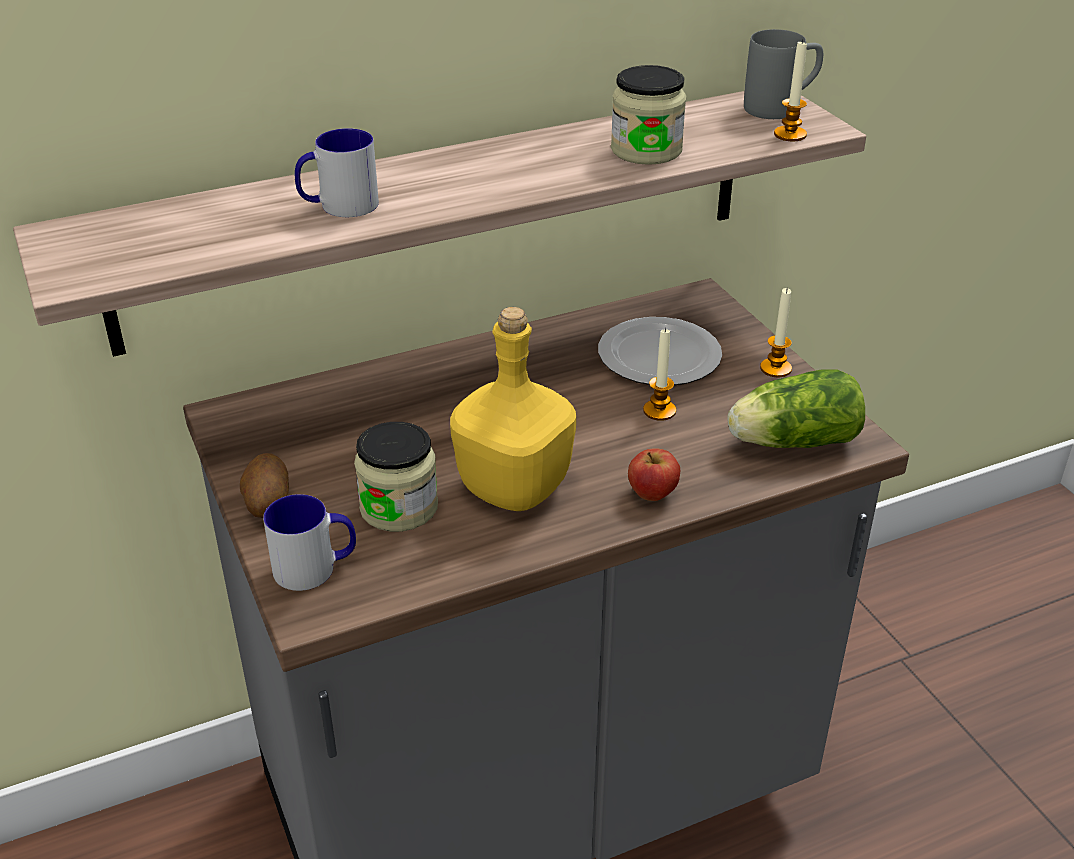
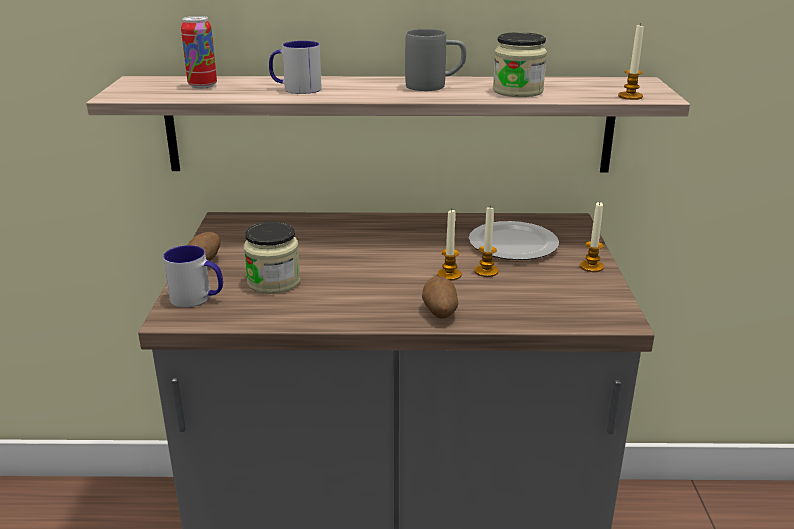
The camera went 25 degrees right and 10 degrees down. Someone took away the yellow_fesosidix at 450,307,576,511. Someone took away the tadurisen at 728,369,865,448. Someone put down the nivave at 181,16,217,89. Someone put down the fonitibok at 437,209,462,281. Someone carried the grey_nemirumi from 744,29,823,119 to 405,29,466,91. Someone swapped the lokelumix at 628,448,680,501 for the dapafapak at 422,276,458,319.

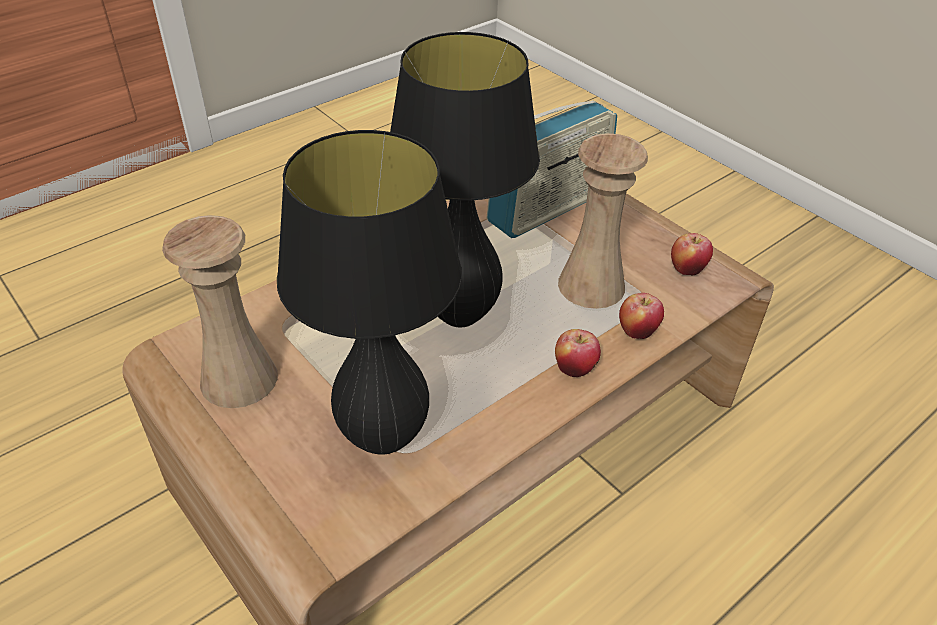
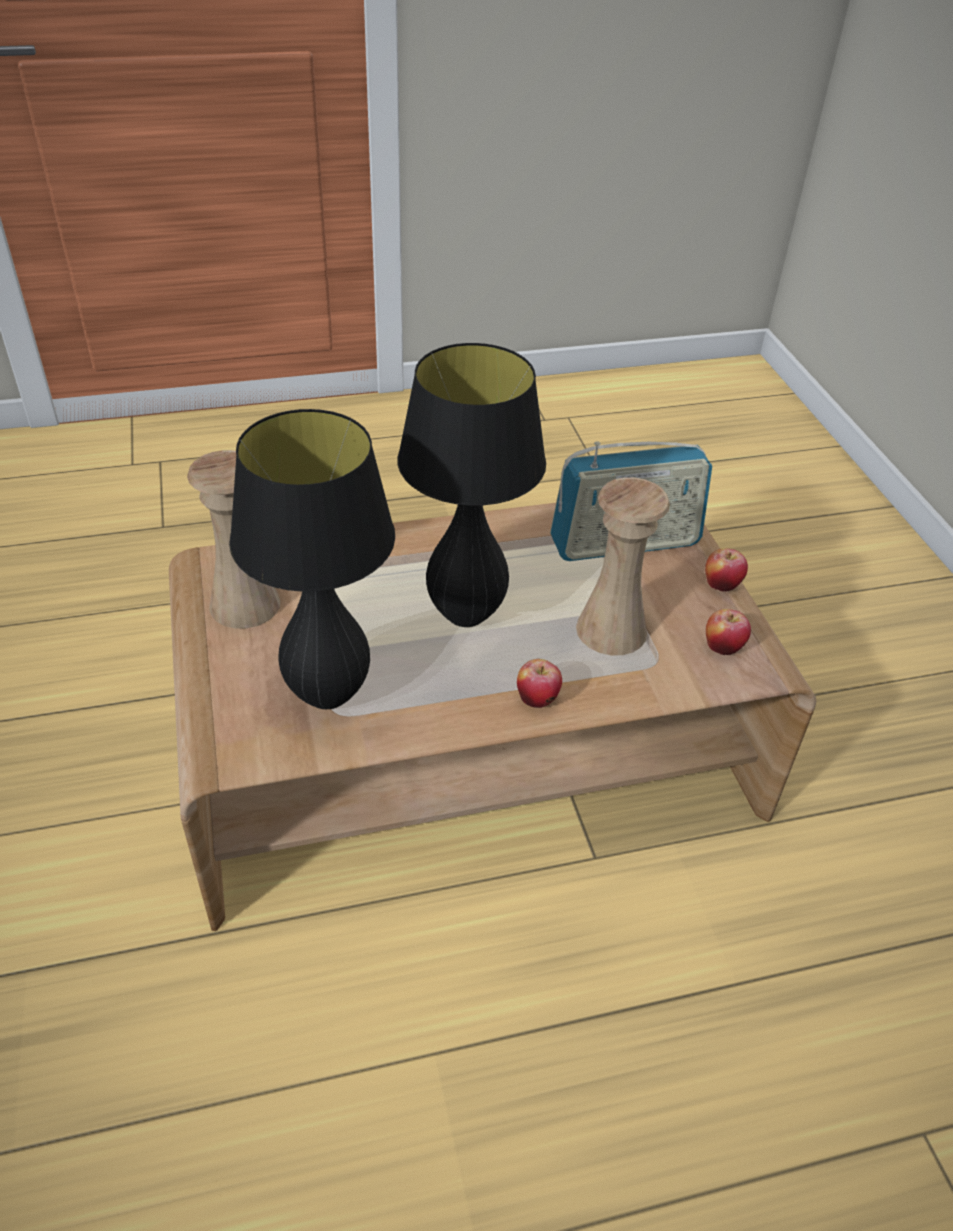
The camera went 25 degrees right and 0 degrees up. Someone carried the lokelumix from 619,293,664,339 to 705,548,748,592.

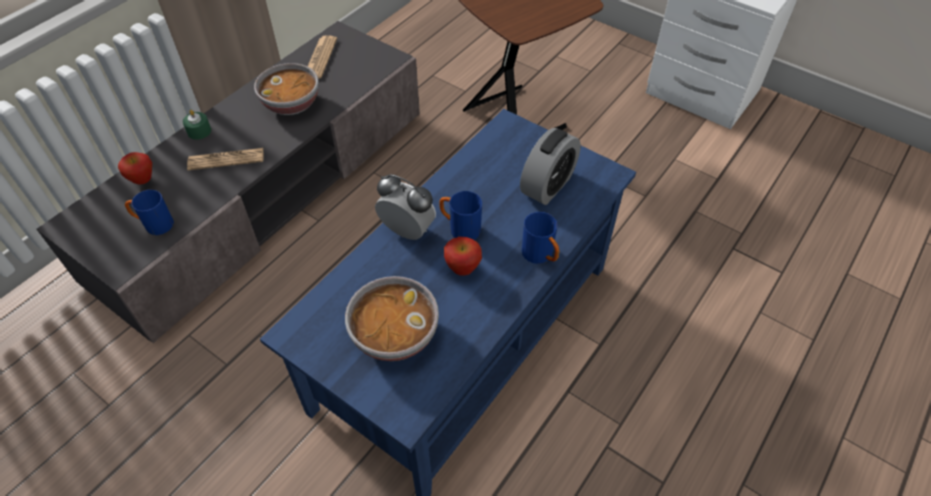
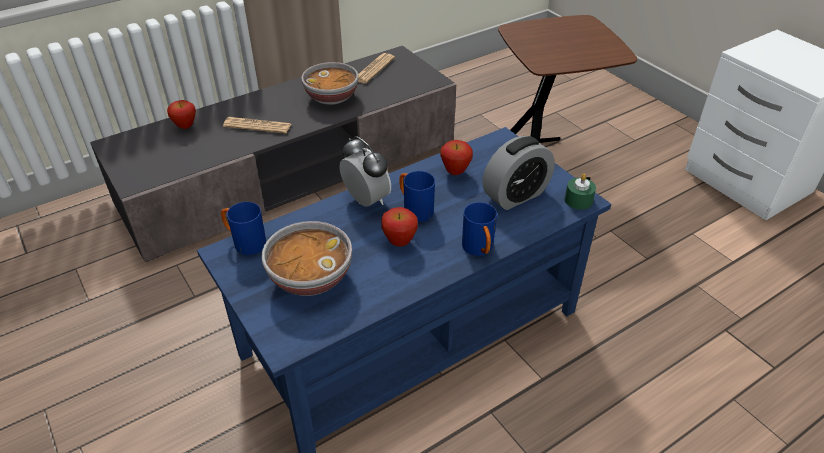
The camera went 20 degrees right and 10 degrees down. Someone put down the lokelumix at 440,140,473,175. Someone carried the blue_nemirumi from 125,190,174,235 to 221,202,266,255. Someone carried the green_fonitibok from 183,110,211,140 to 565,174,596,210.

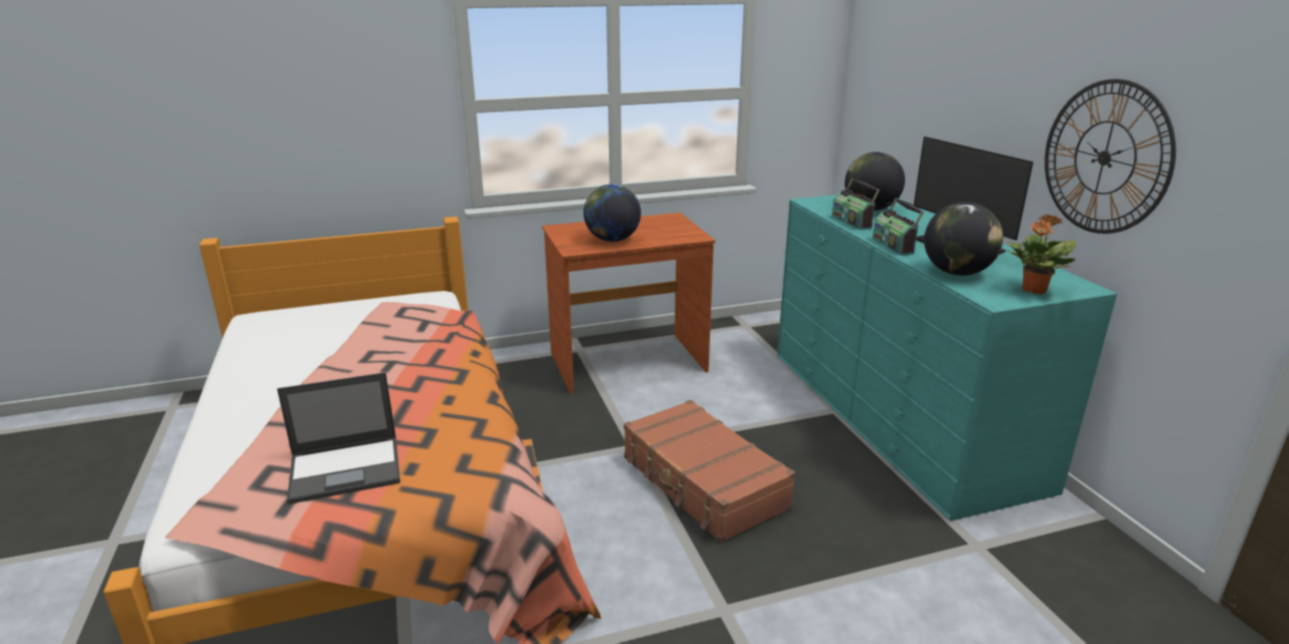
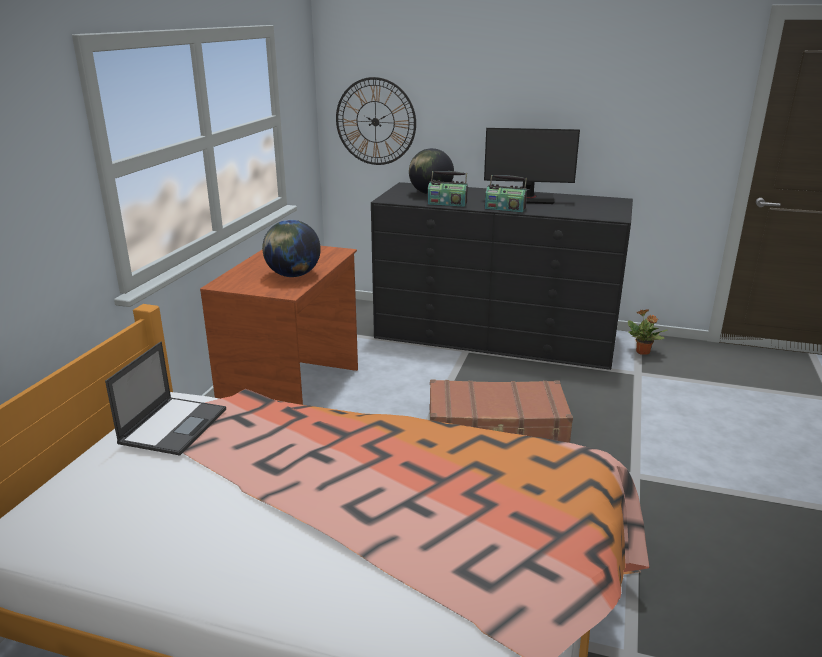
The camera went 55 degrees left and 0 degrees up. Someone took away the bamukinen at 924,202,1003,276. Someone carried the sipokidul from 277,372,400,504 to 105,341,226,455. Someone carried the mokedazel from 1007,214,1077,294 to 628,309,668,355. Someone carried the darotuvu from 1045,79,1176,234 to 336,77,416,165. Someone repainted the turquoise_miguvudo at 777,195,1117,521, which became the black_miguvudo at 371,182,633,370.

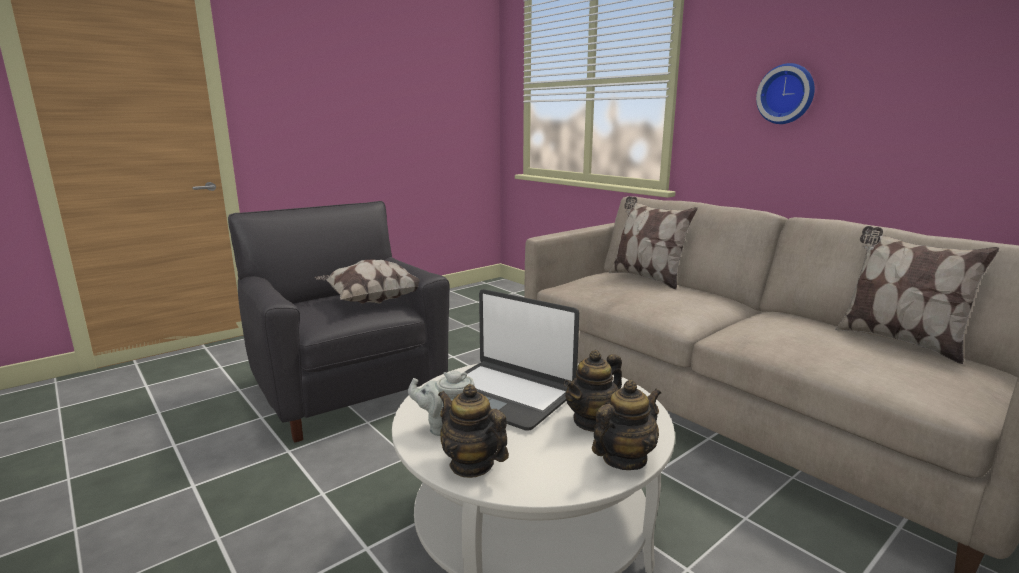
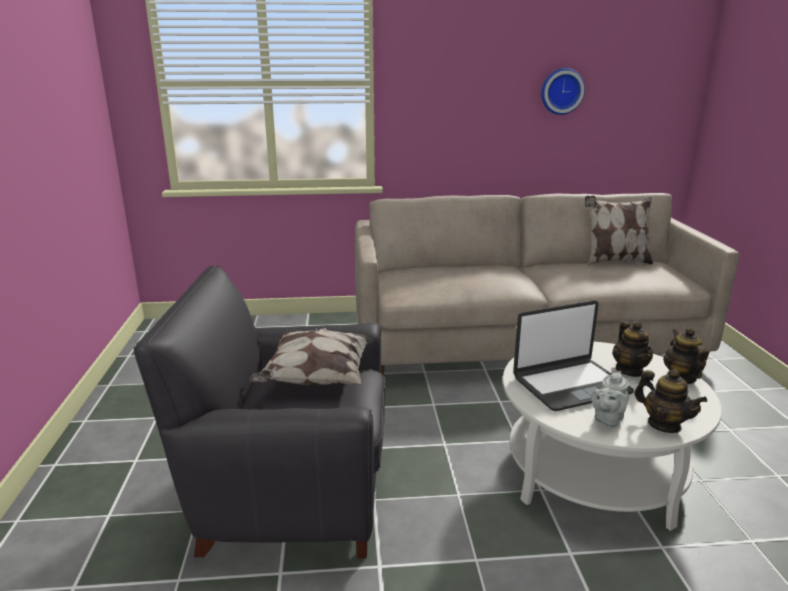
The camera went 55 degrees left and 5 degrees up. Someone took away the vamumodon at 609,196,698,290. Someone carried the darotuvu from 756,63,815,124 to 541,68,585,115. Someone rotated the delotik at 438,384,509,478 by 120 degrees counterclockwise.

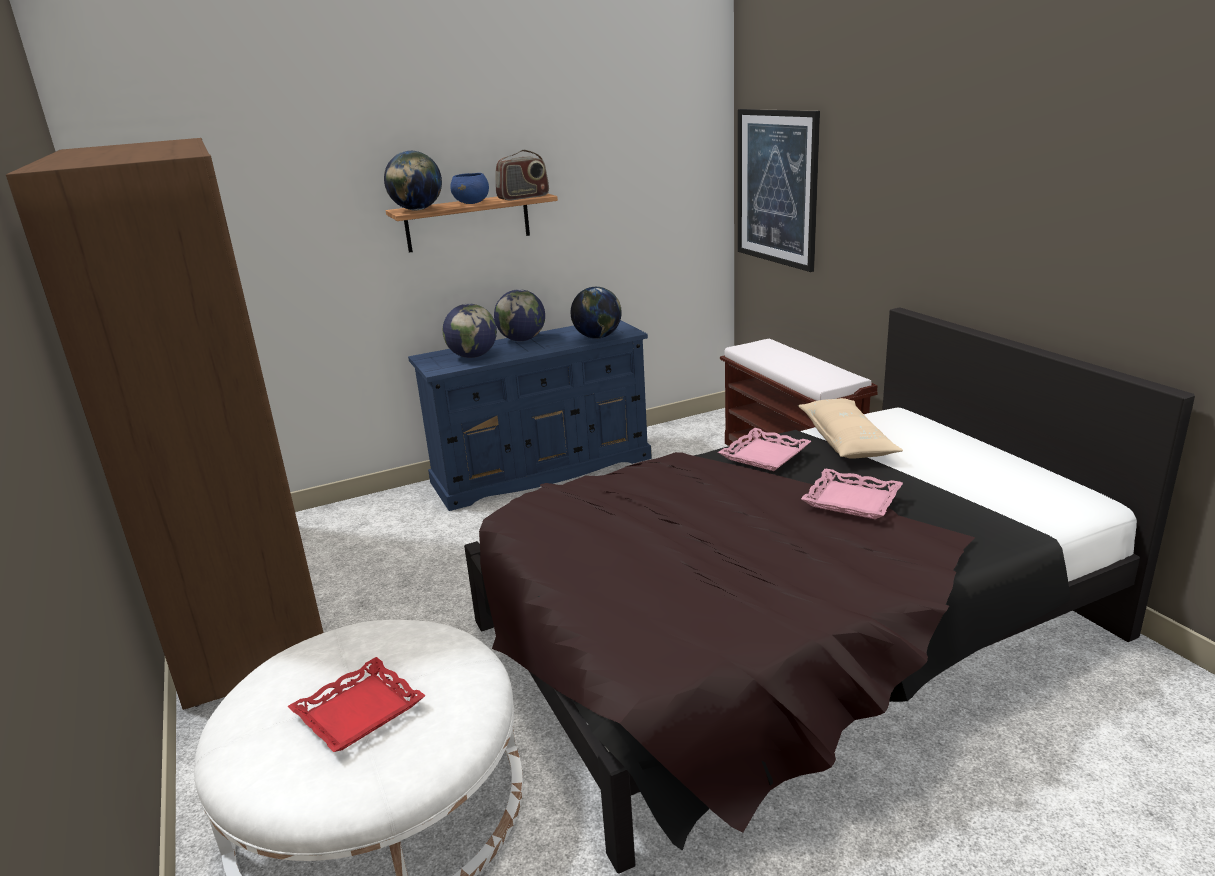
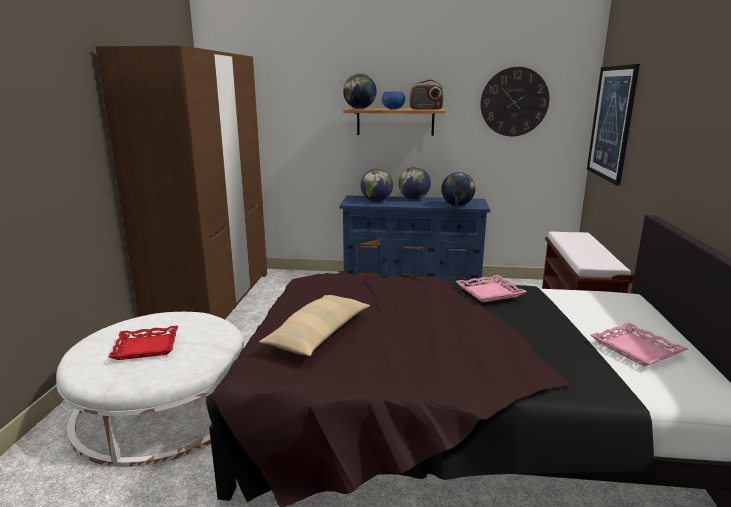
The camera went 30 degrees right and 5 degrees down. Someone put up the darotuvu at 480,67,549,136. Someone carried the beige_vamumodon from 798,398,903,459 to 259,295,370,356. Someone carried the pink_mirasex from 801,469,903,519 to 591,322,688,367.

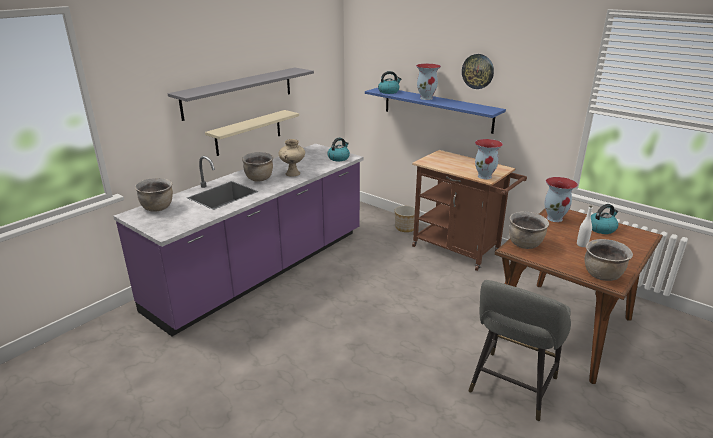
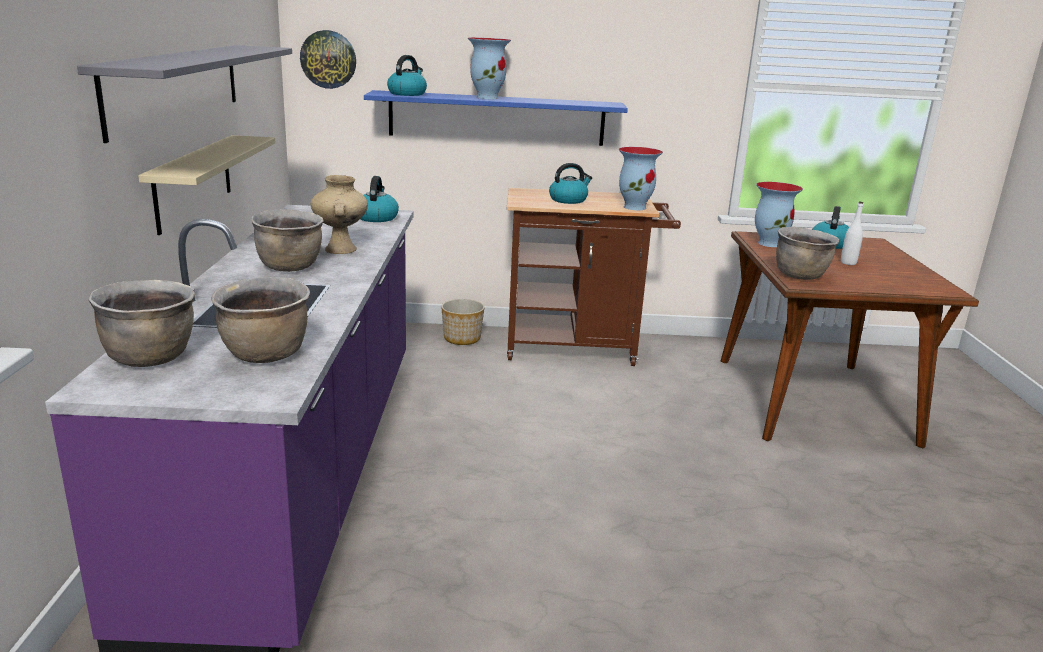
The camera went 40 degrees left and 5 degrees down. Someone took away the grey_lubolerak at 468,280,571,421. Someone put down the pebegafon at 549,163,592,204. Someone carried the darotuvu from 462,54,494,89 to 300,30,356,89. Someone carried the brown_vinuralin from 584,239,633,281 to 211,277,310,363.

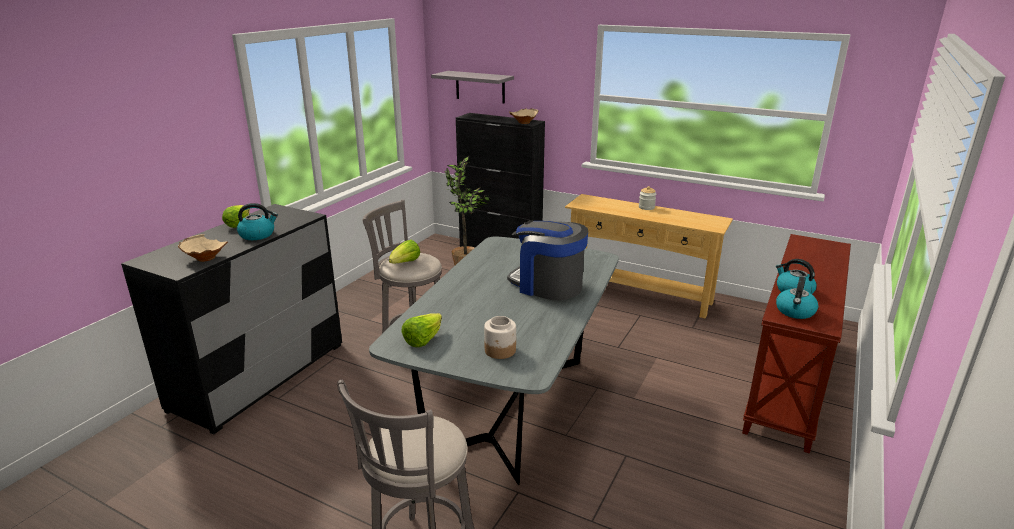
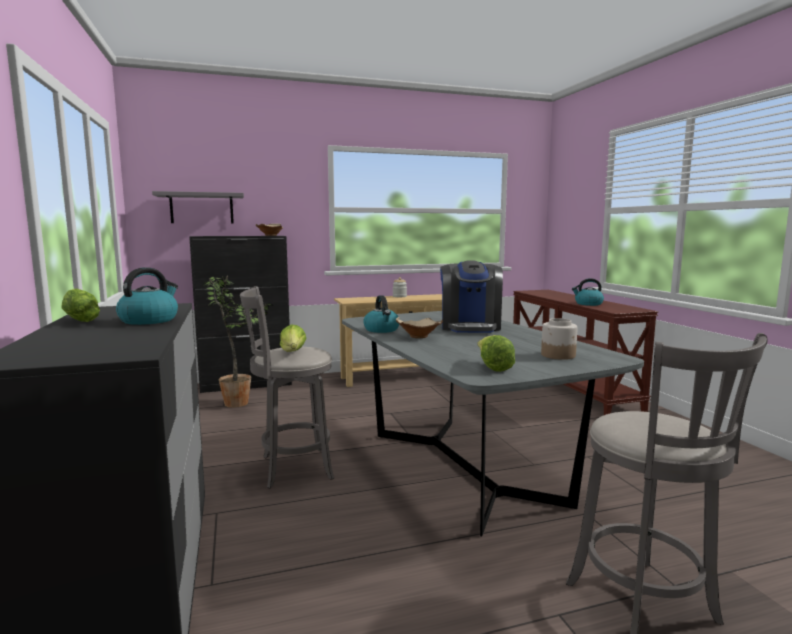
The camera went 45 degrees left and 15 degrees down. Someone carried the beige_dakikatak from 178,234,228,262 to 396,317,443,338. Someone carried the pebegafon from 776,277,818,319 to 363,295,400,333. Someone rotated the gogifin at 507,220,588,301 by 75 degrees counterclockwise.

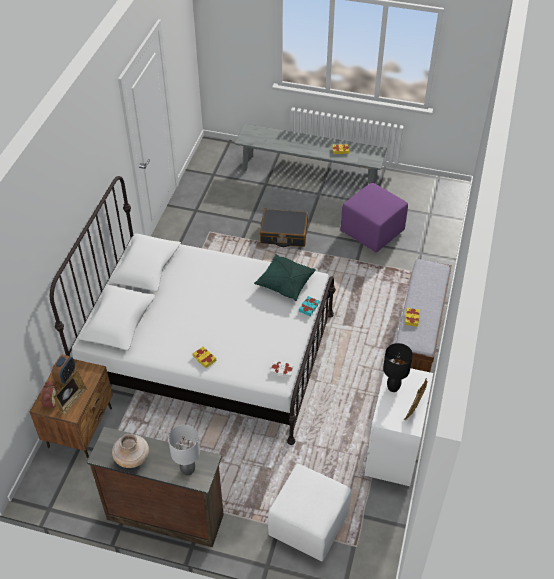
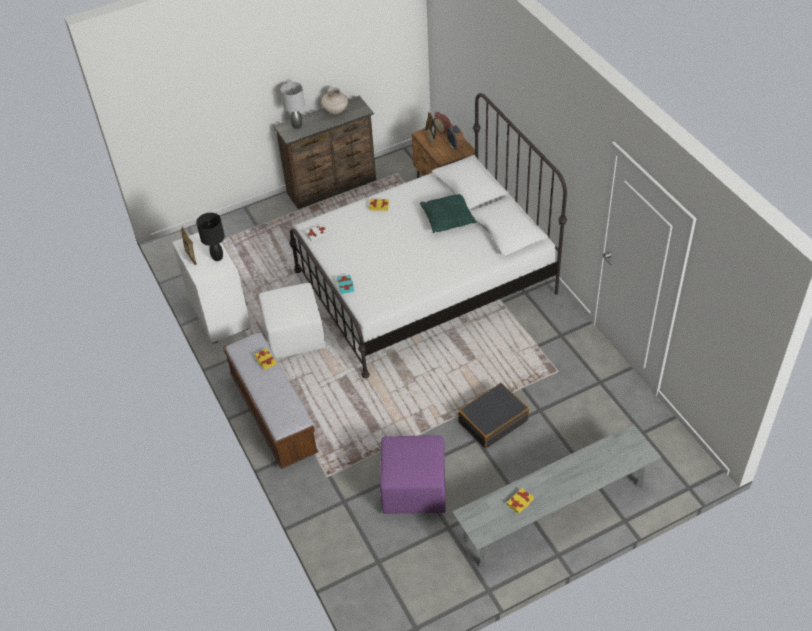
The camera went 140 degrees right and 0 degrees up. Someone carried the green_vamumodon from 254,254,316,301 to 420,194,477,233. Someone carried the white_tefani from 268,464,351,562 to 258,283,326,359.

